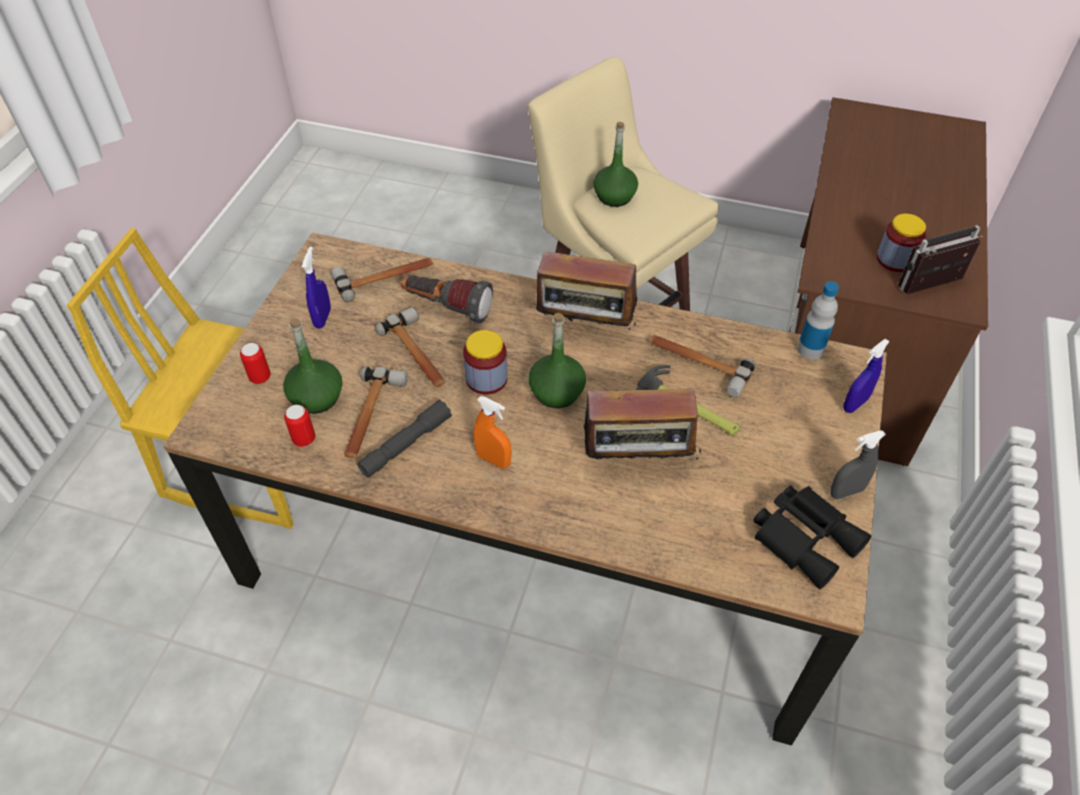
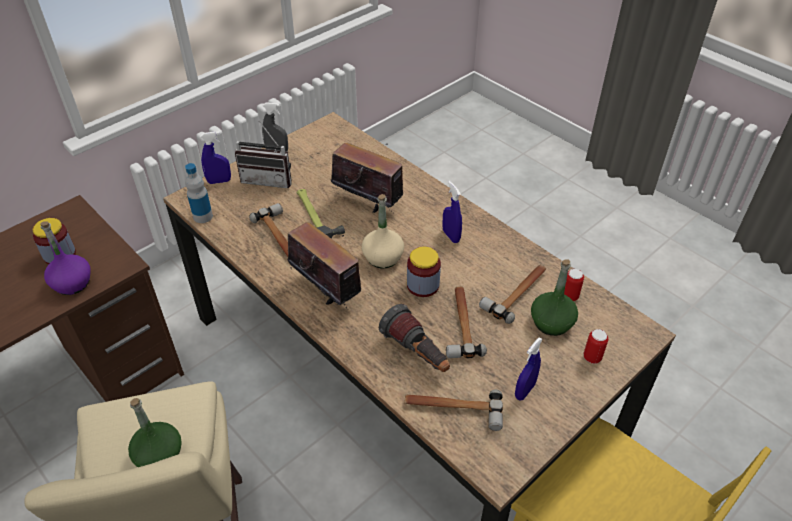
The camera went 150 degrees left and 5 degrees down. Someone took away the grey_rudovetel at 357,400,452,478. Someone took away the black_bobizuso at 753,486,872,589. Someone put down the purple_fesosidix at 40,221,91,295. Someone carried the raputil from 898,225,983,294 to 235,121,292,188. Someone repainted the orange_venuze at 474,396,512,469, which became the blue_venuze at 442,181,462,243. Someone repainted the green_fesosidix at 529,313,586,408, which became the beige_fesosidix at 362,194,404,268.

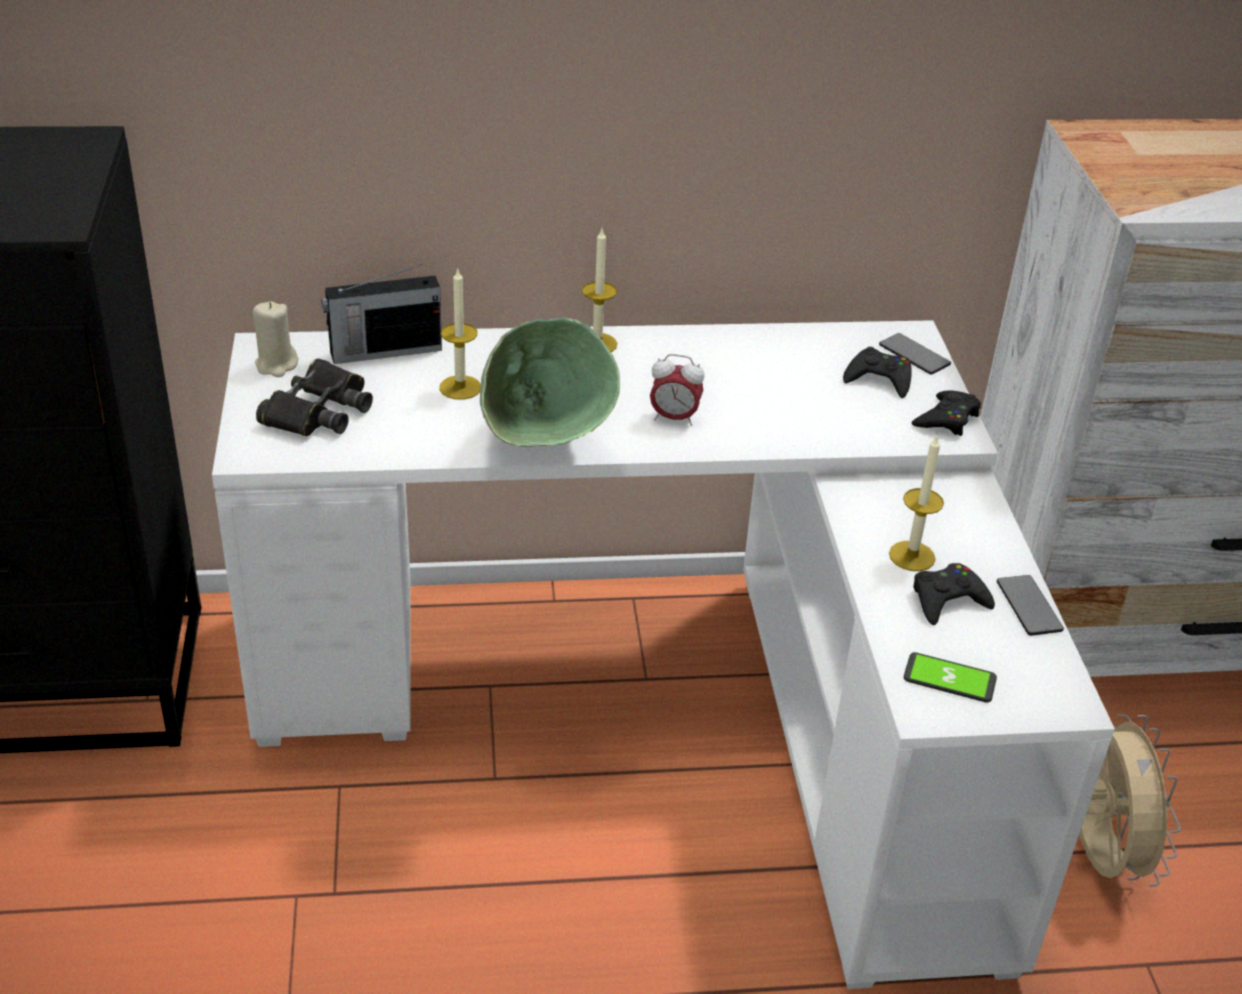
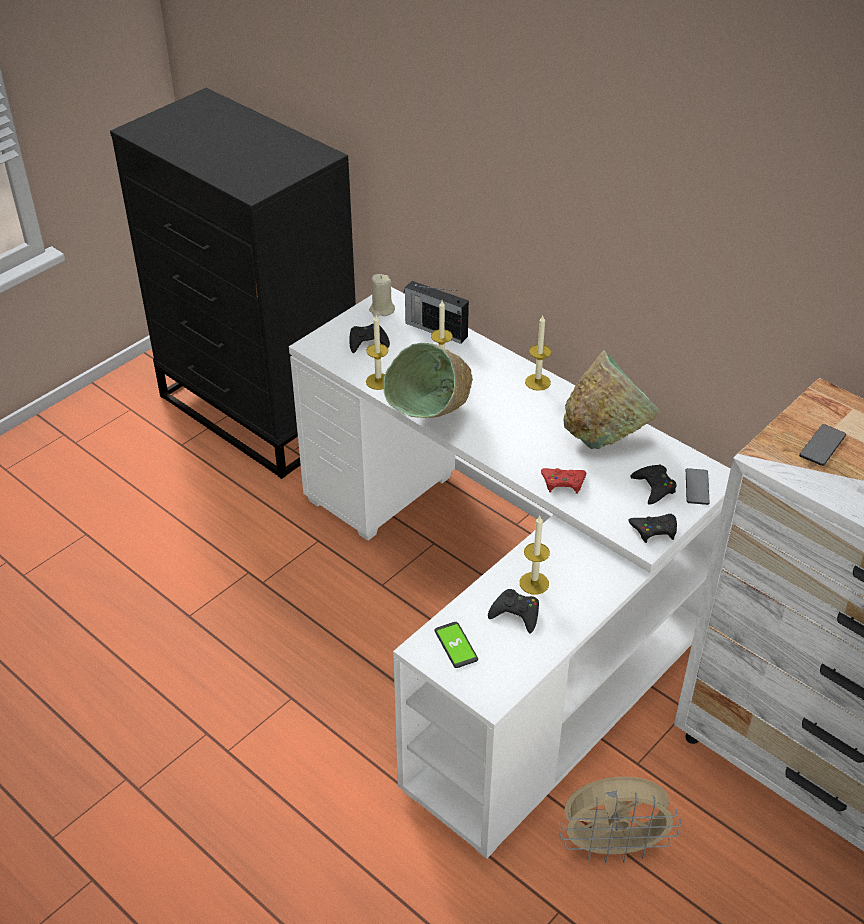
The camera went 50 degrees right and 5 degrees up. Someone took away the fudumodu at 650,354,704,426. Someone put down the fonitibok at 366,315,389,390. Someone put down the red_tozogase at 541,468,586,494. Someone put down the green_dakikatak at 563,350,661,449. Someone carried the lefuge from 997,575,1064,636 to 799,424,846,466. Someone swapped the black_bobizuso at 256,358,373,436 for the black_tozogase at 349,324,390,353. Someone rotated the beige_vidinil at 1080,714,1181,887 by 45 degrees clockwise.

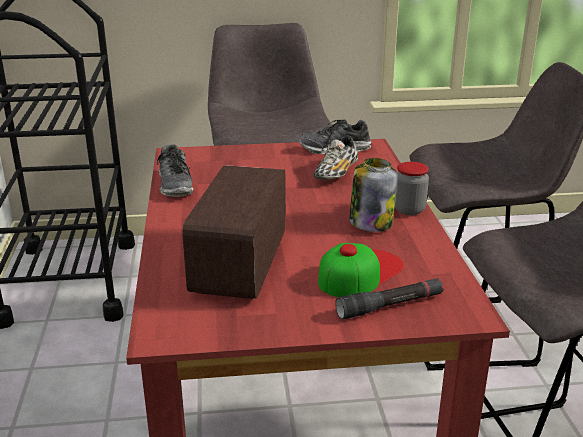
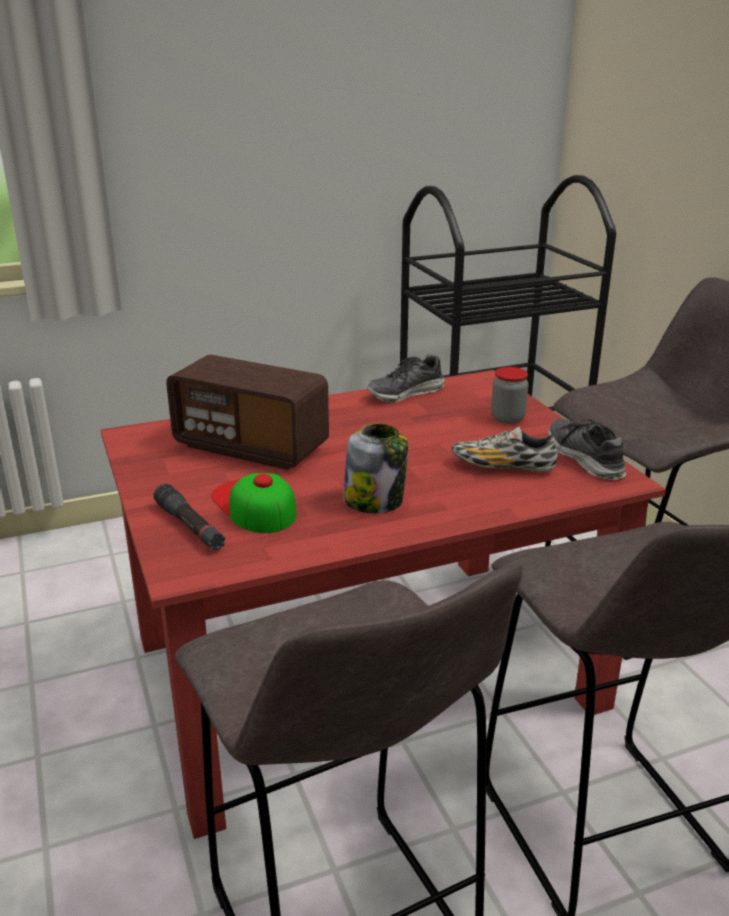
The camera went 75 degrees right and 0 degrees up. Someone carried the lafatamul from 395,162,429,215 to 491,367,529,424. Someone rotated the raputil at 182,165,286,299 by 150 degrees counterclockwise. Someone rotated the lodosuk at 318,243,404,297 by 150 degrees counterclockwise.

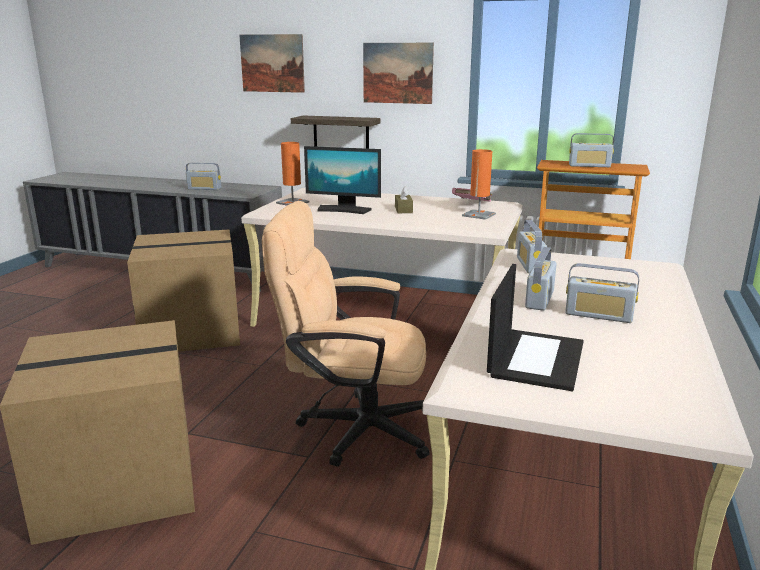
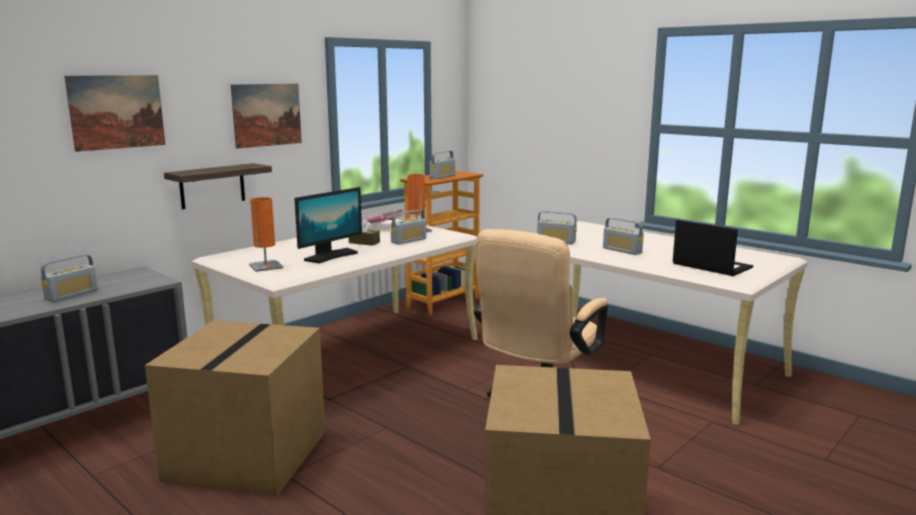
The camera went 65 degrees left and 5 degrees down. Someone carried the raputil from 565,263,639,323 to 391,210,426,245.

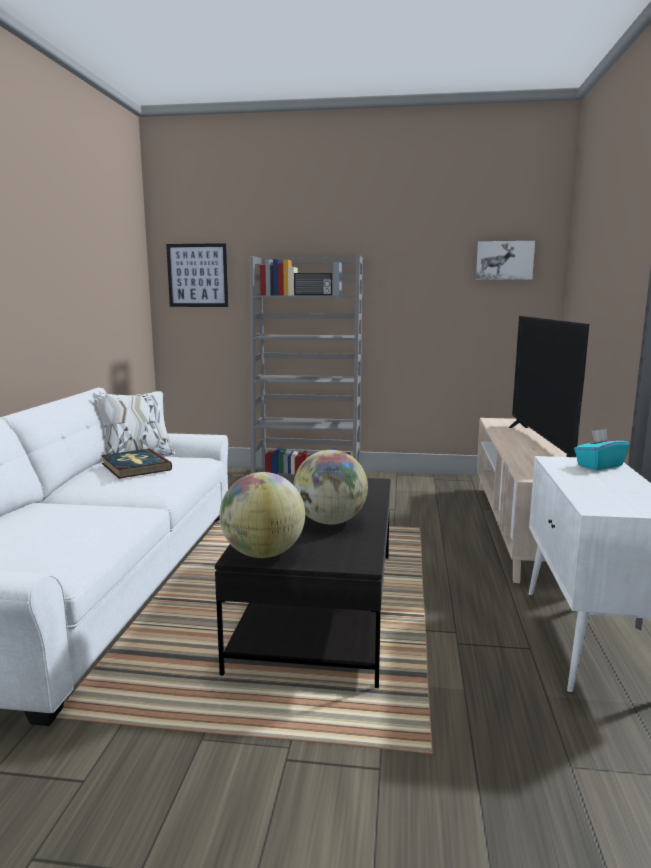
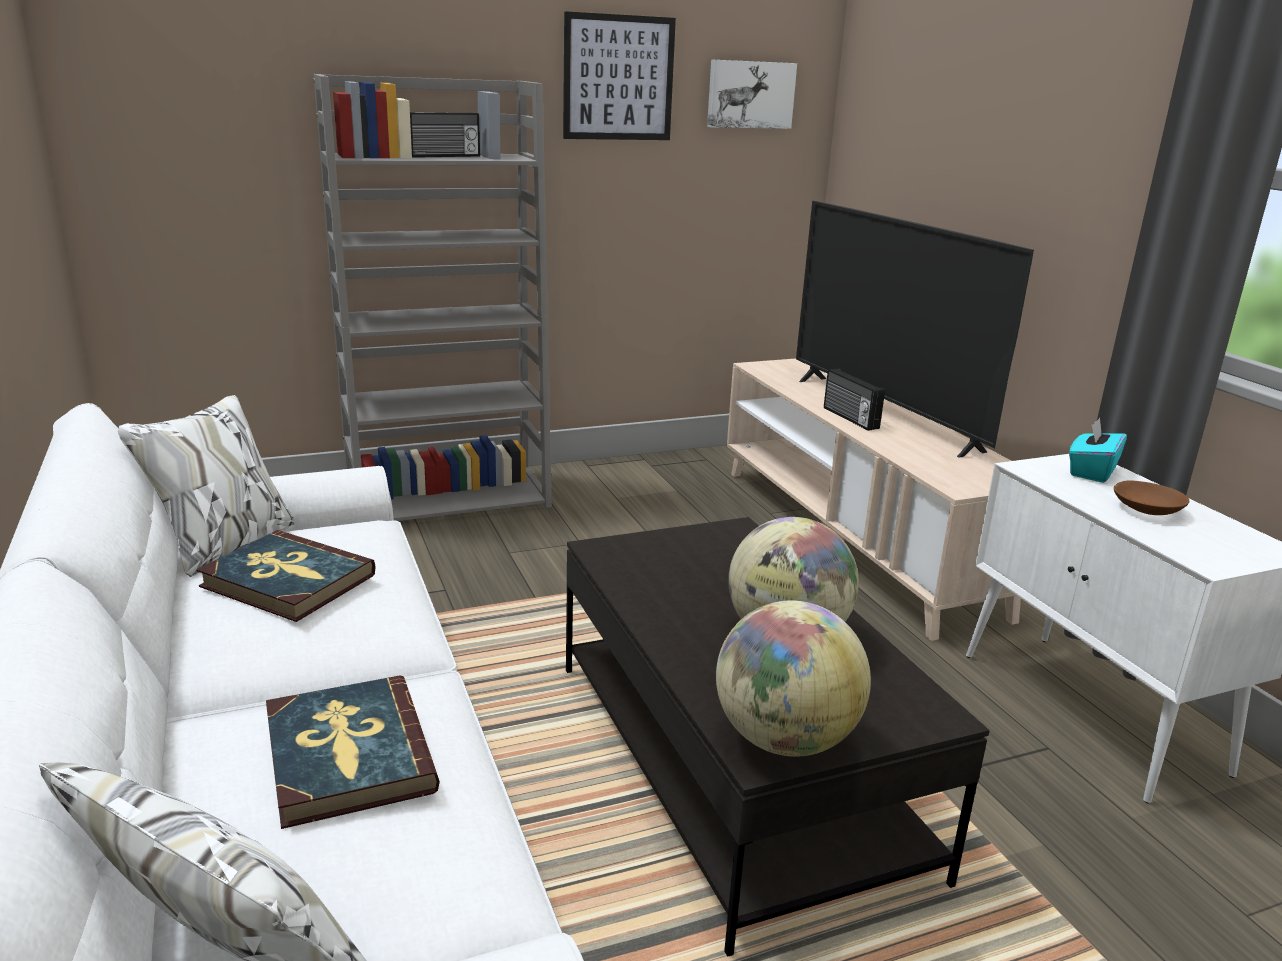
The camera went 30 degrees left and 10 degrees up. Someone put down the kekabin at 266,676,440,829. Someone put down the raputil at 824,369,885,431. Someone put down the brown_dakikatak at 1114,480,1189,515. Someone carried the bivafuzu from 166,243,228,307 to 563,11,676,140.

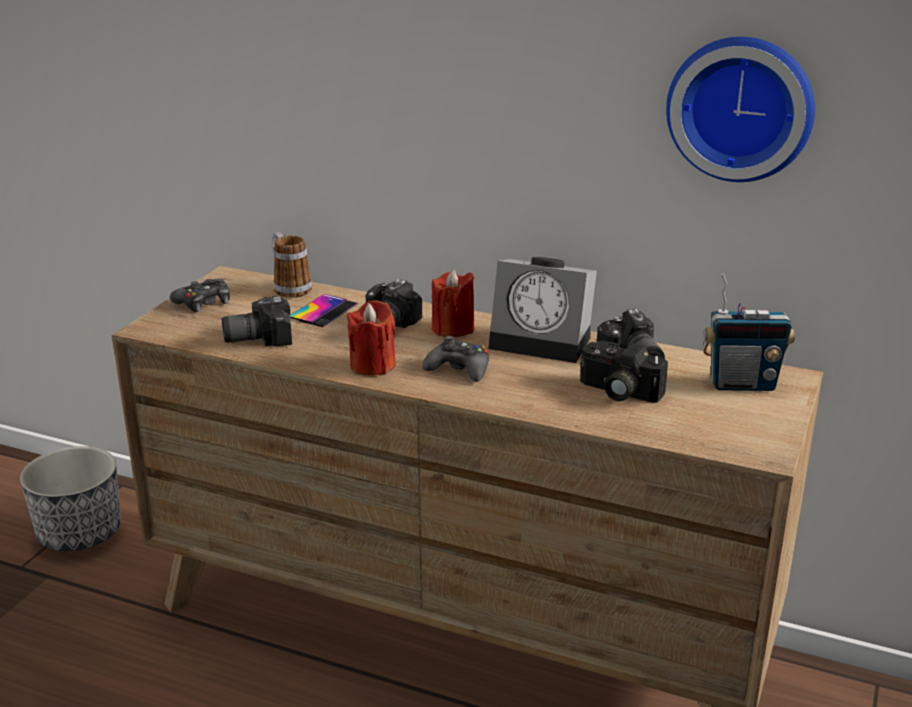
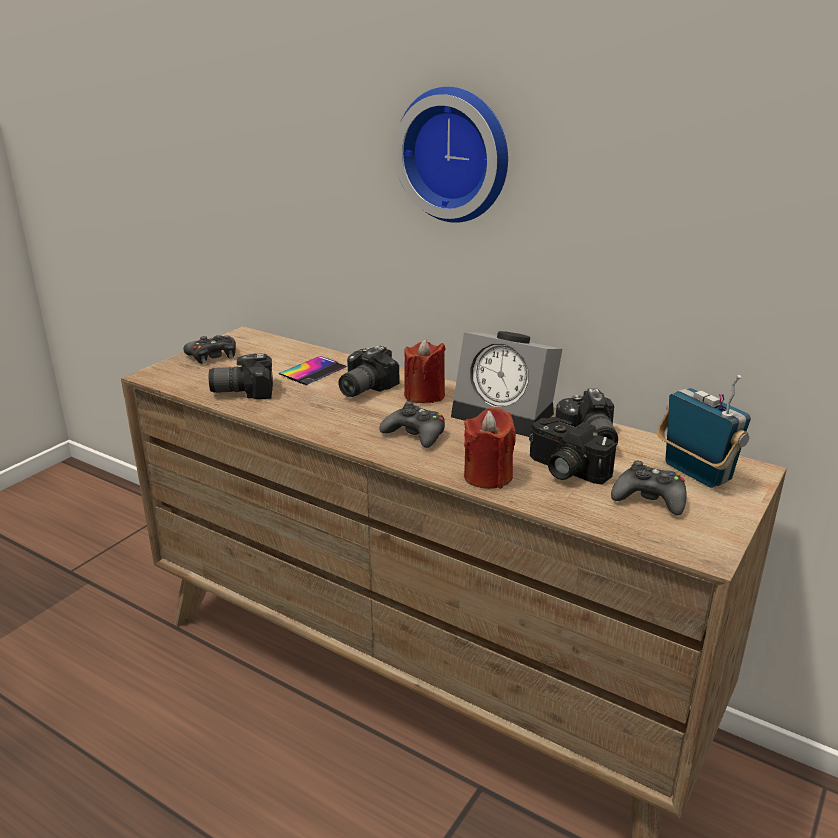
The camera went 10 degrees right and 0 degrees up. Someone took away the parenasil at 20,446,121,551. Someone took away the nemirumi at 272,232,312,298. Someone put down the black_tozogase at 611,461,687,516. Someone carried the red_fonitibok from 347,300,396,376 to 464,408,516,489. Someone carried the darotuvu from 666,37,815,182 to 394,87,508,223. Someone rotated the raputil at 703,274,795,391 by 135 degrees counterclockwise.

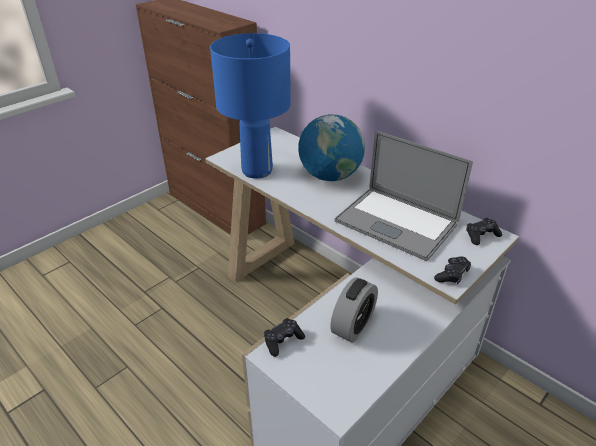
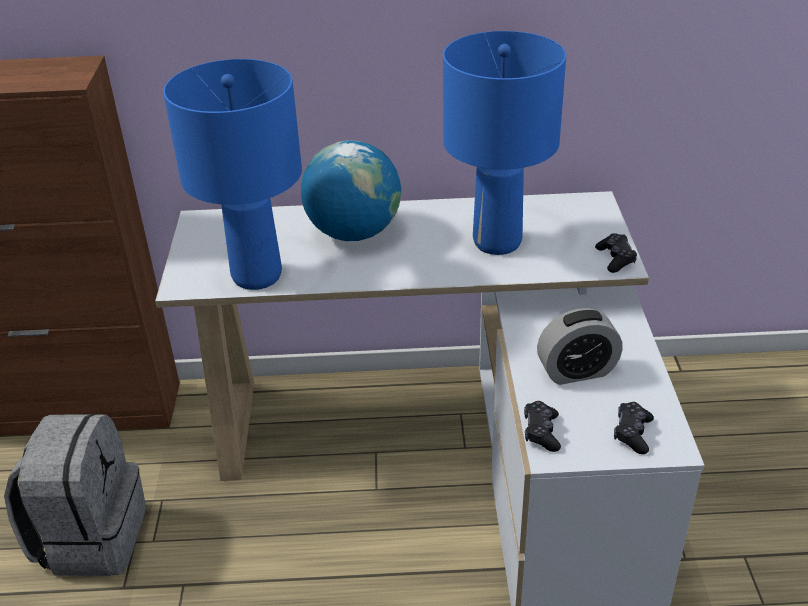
The camera went 45 degrees left and 0 degrees up. Someone put down the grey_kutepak at 4,414,146,576. Someone carried the black_tozogase from 466,218,502,245 to 614,402,654,454. Someone swapped the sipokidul at 334,131,473,261 for the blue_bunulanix at 443,31,566,255. Someone rotated the fudumodu at 330,278,378,343 by 90 degrees clockwise.

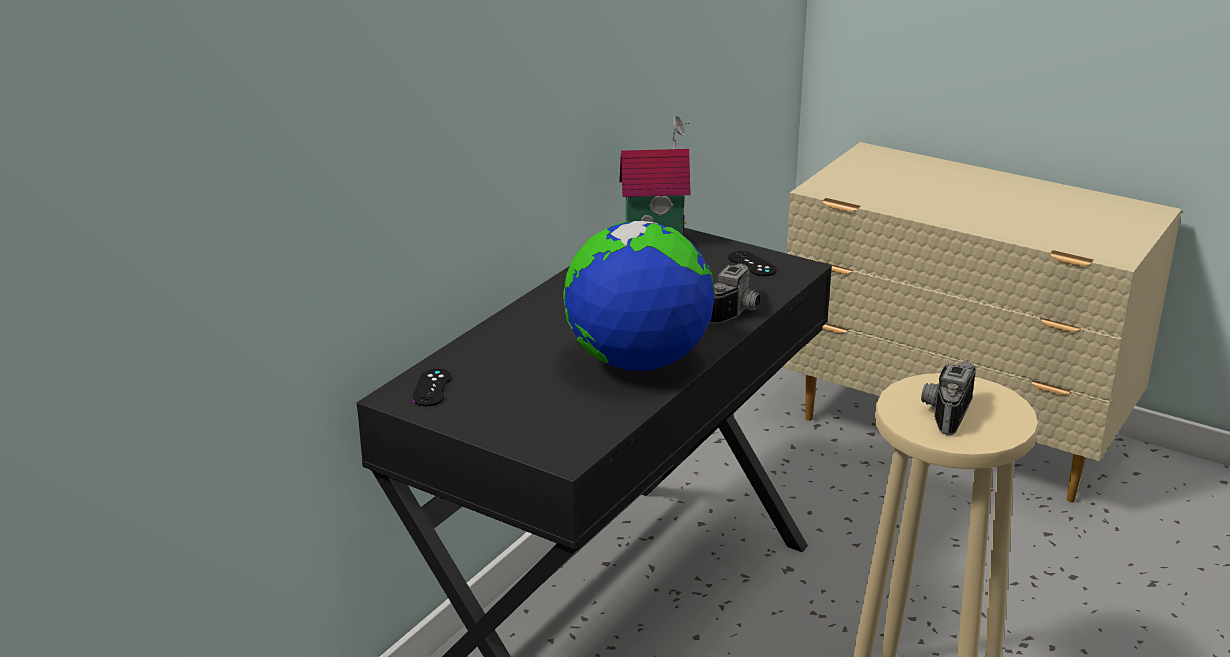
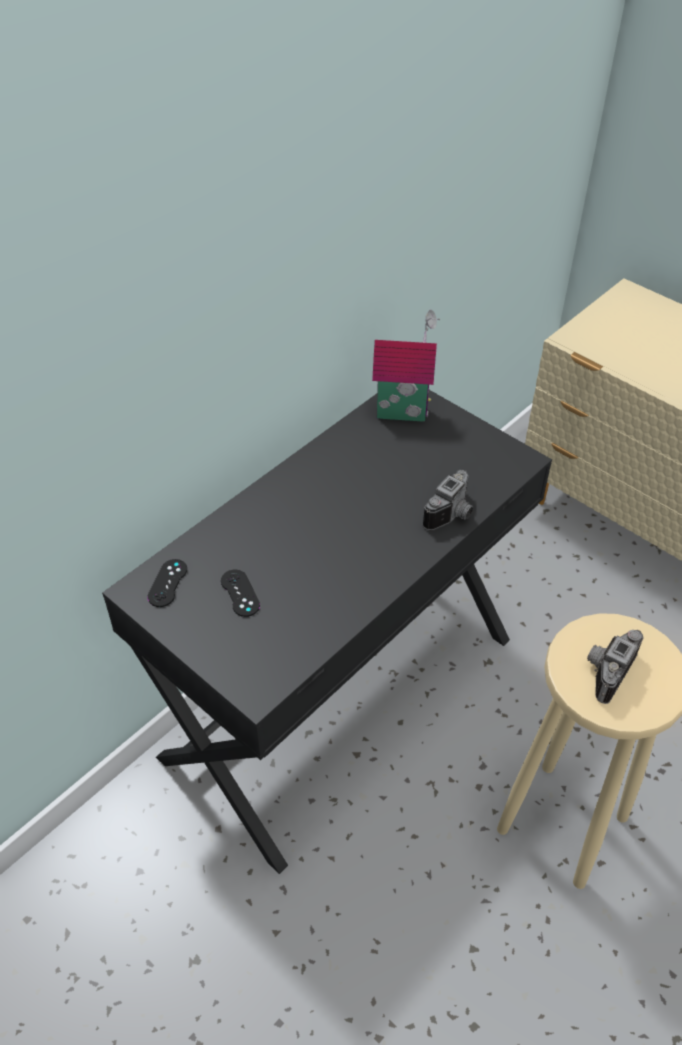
The camera went 10 degrees right and 20 degrees up. Someone took away the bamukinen at 563,221,715,371. Someone carried the black_tozogase from 728,251,777,276 to 221,570,260,617.

